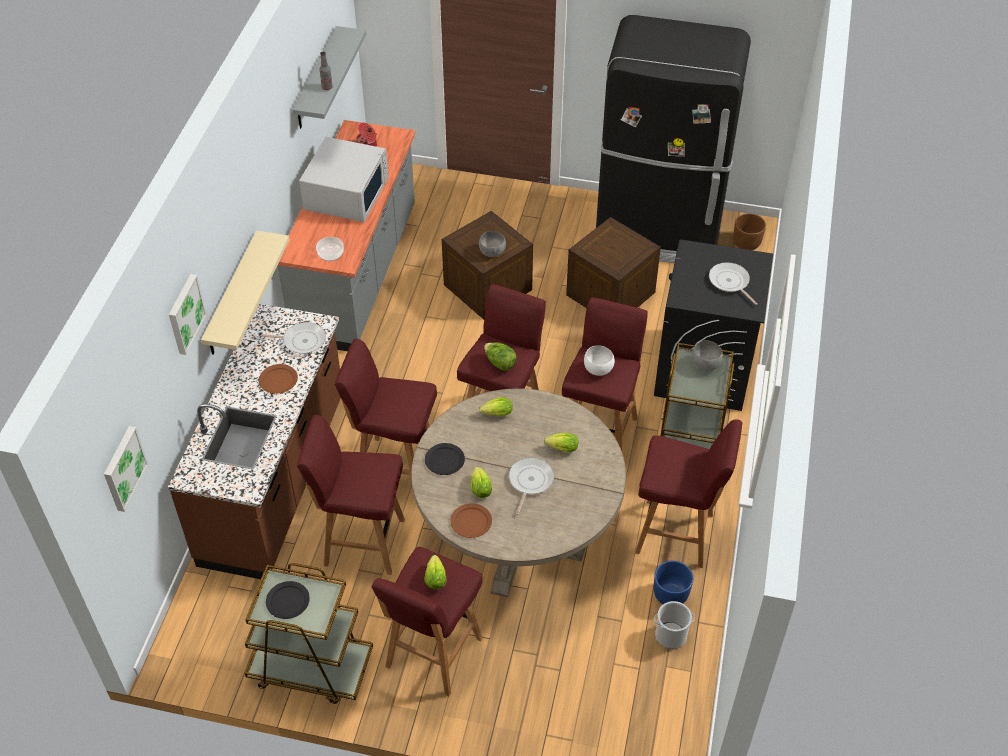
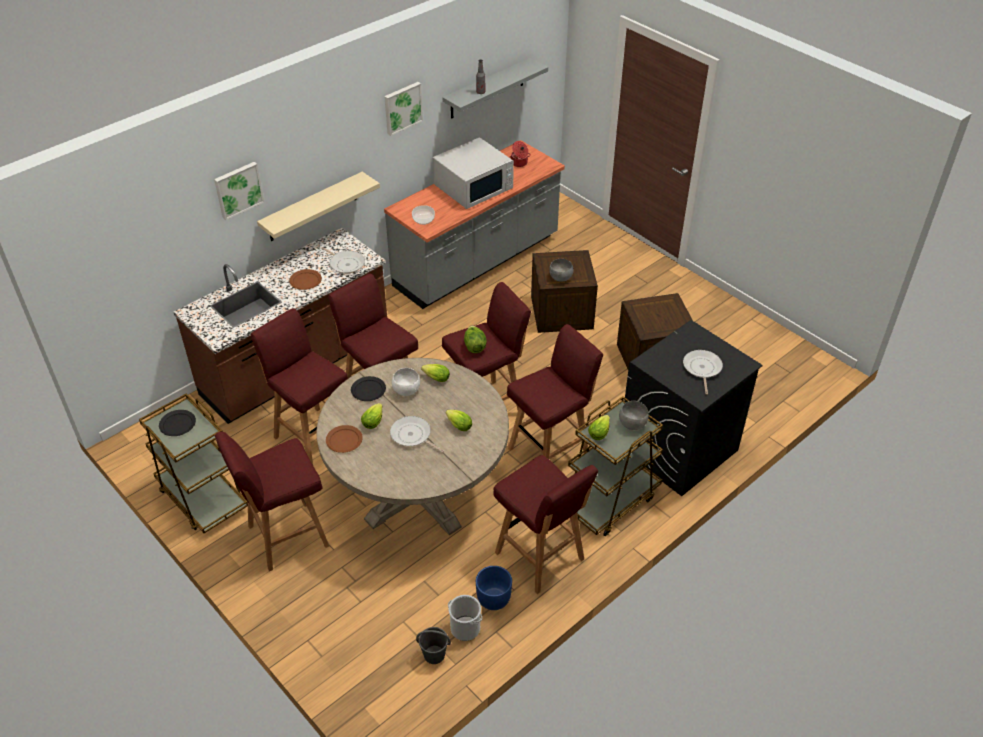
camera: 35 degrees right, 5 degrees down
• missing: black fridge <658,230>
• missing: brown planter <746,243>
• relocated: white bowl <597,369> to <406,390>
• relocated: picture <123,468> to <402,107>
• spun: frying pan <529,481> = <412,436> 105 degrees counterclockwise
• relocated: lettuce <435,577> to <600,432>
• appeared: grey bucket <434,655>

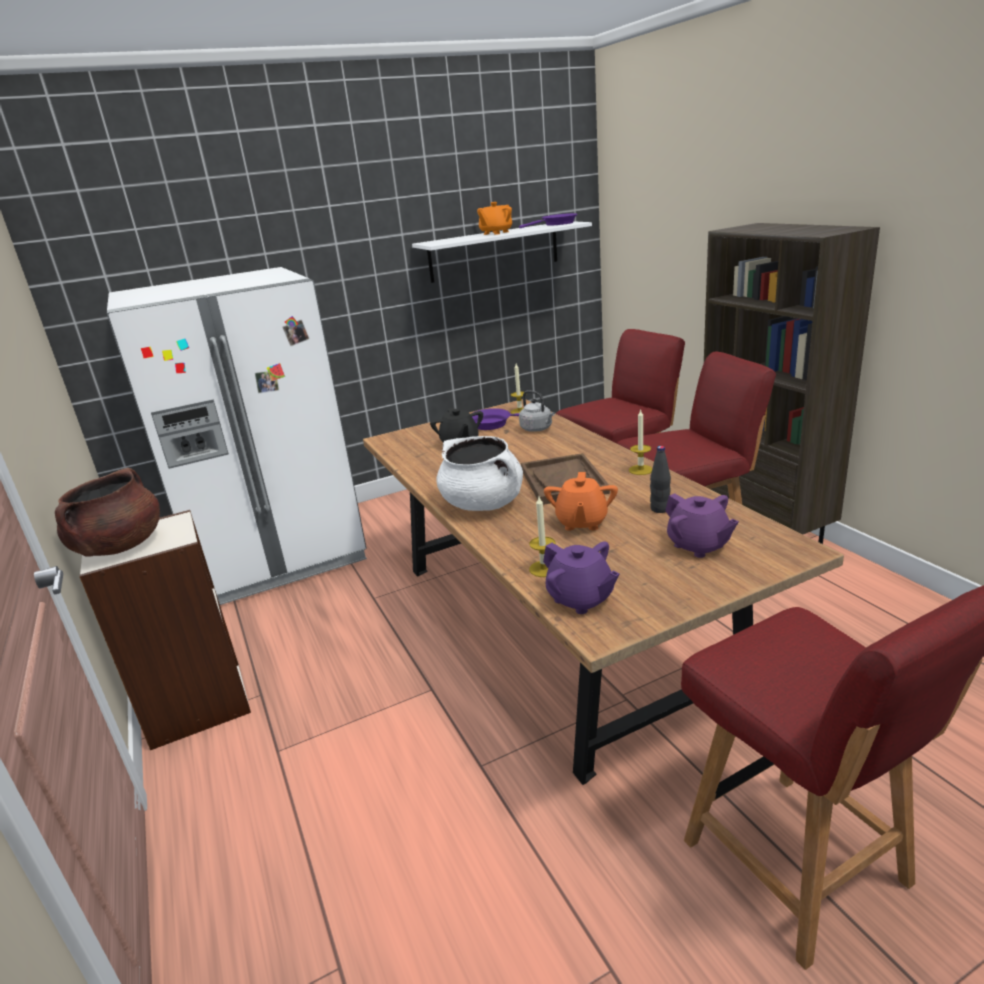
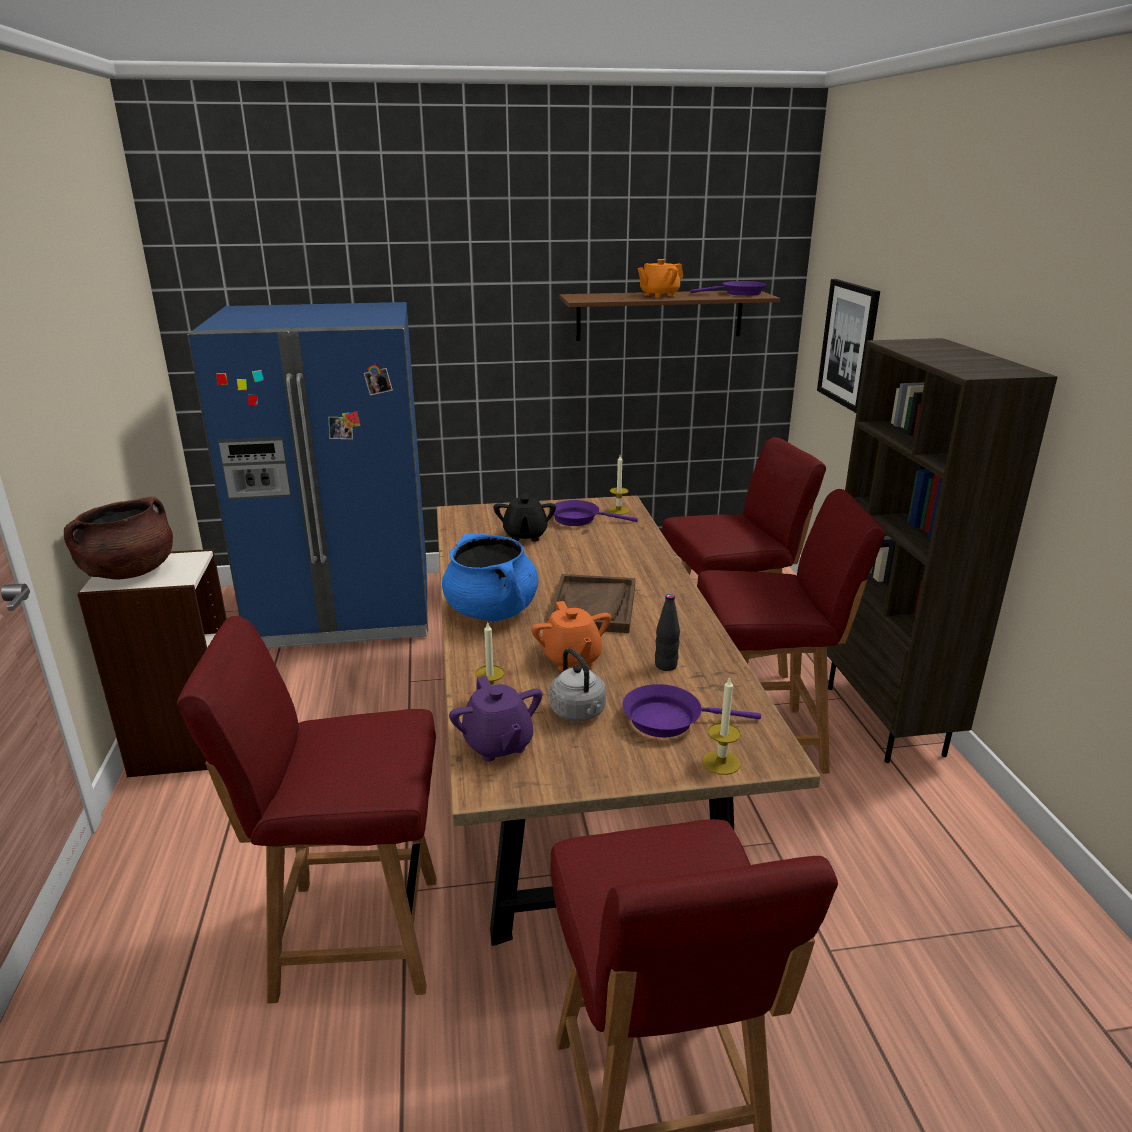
camera: 15 degrees right, 0 degrees up
• colour: white shelf <494,251> to brown shelf <659,315>
• colour: white fridge <277,557> to blue fridge <344,611>
• relocated: grey kettle <537,429> to <579,713>
• relocated: candle <640,470> to <721,762>
• colour: white cooking pot <483,504> to blue cooking pot <492,611>
• spun: orange teapot <581,522> = <571,659> 45 degrees counterclockwise
• exchanged: purple teapot <698,545> to purple frying pan <669,719>
• appeared: picture <848,344>
• appeared: red chair <352,935>

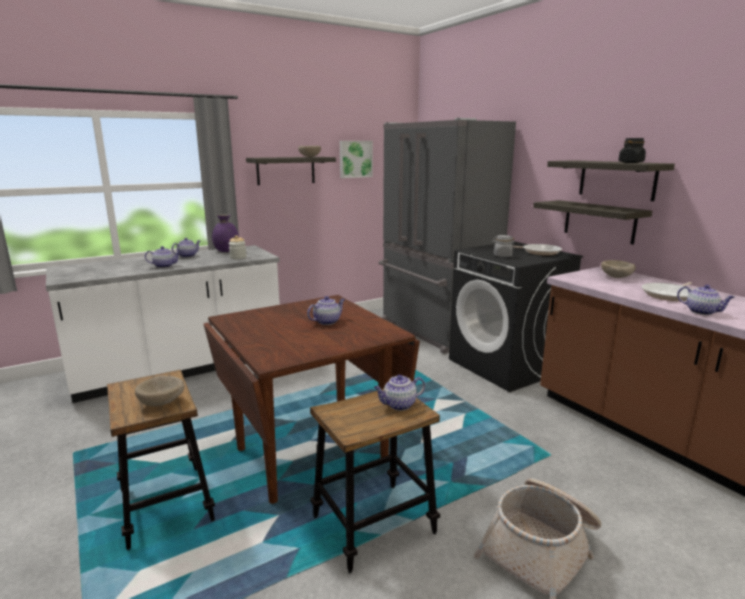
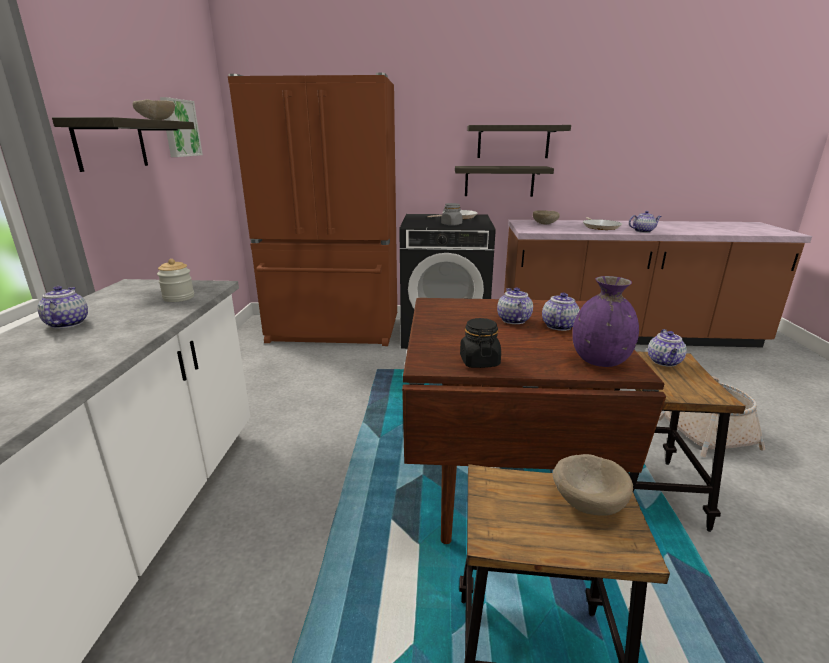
camera: 55 degrees left, 5 degrees up
• colour: grey fridge <434,330> to brown fridge <334,331>
• relocated: black jar <631,162> to <479,361>
• relocated: purple vase <226,251> to <600,361>
• relocated: teapot <165,266> to <558,326>

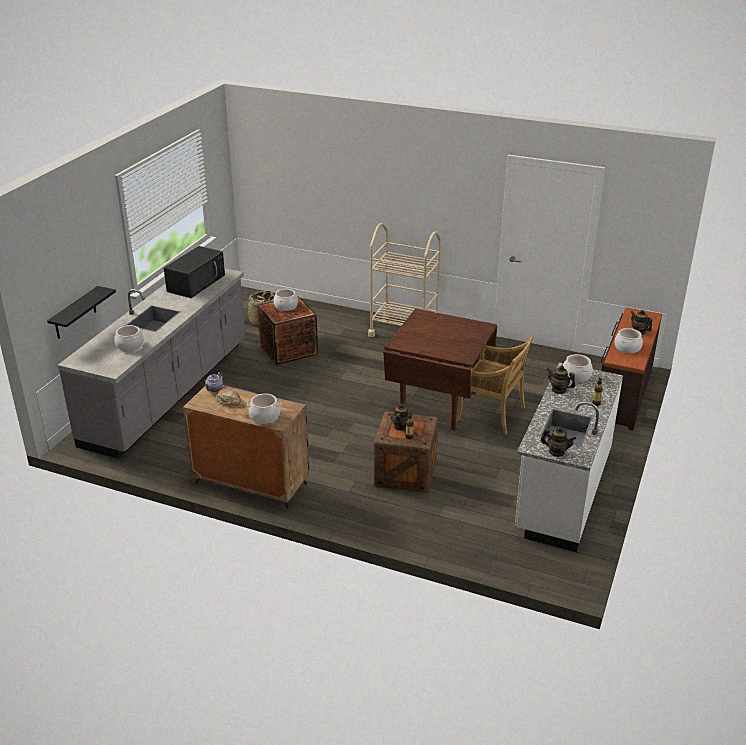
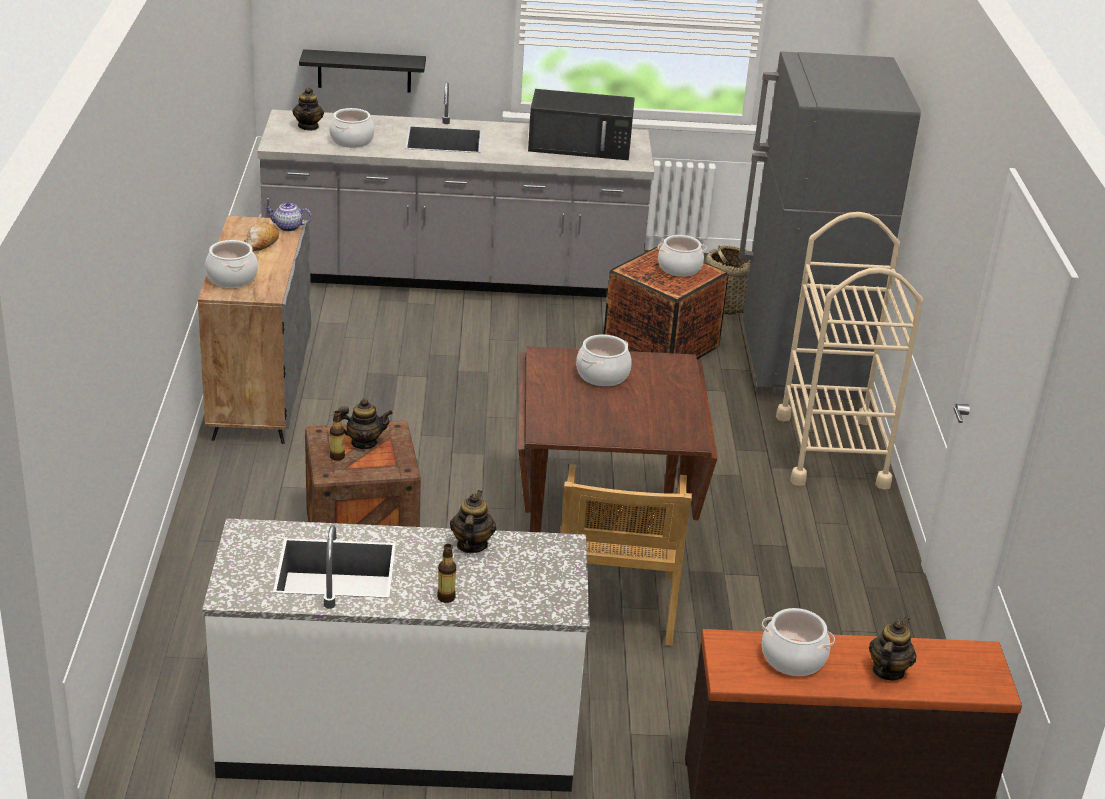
camera: 65 degrees right, 0 degrees up
• relocated: cooking pot <576,376> to <602,375>
• relocated: teapot <556,452> to <308,126>
• appeared: grey fridge <800,365>

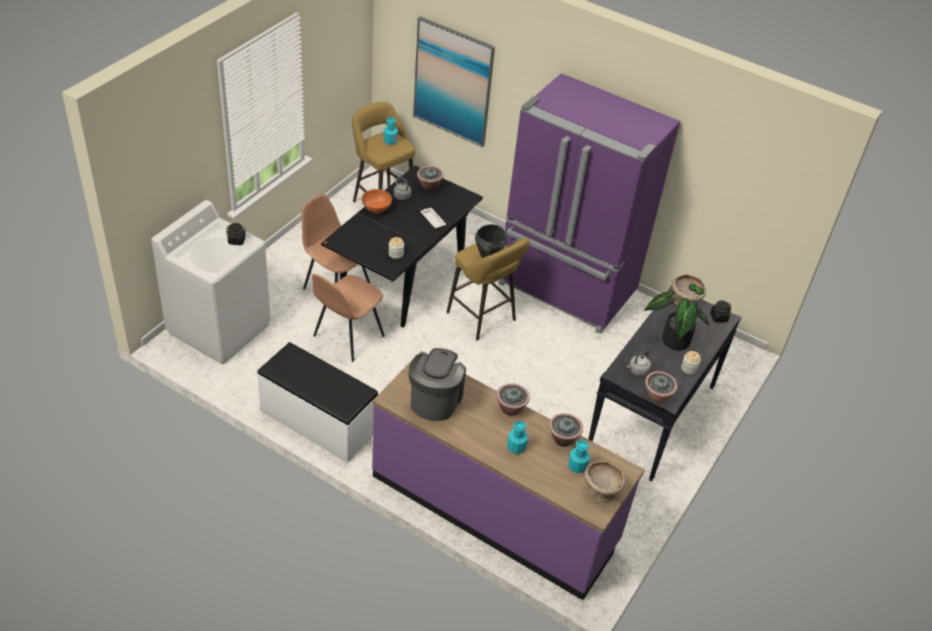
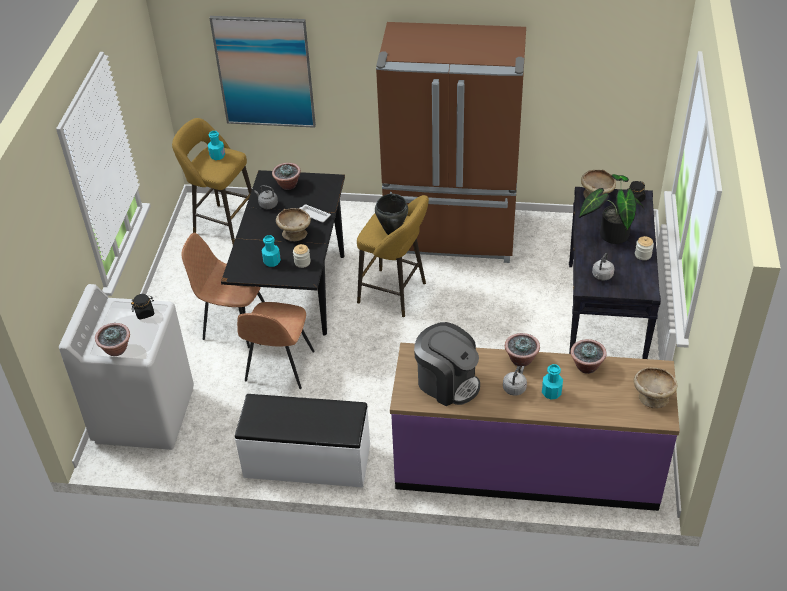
camera: 20 degrees left, 0 degrees up
• colour: purple fridge <566,289> to brown fridge <451,235>
• missing: orange bowl <376,209>
• spun: coffee machine <435,399> = <447,382> 135 degrees clockwise
• relocated: potted plant <657,396> to <116,350>
• relocated: turquoise bottle <577,466> to <272,261>
• appeared: beige bowl <294,234>
• appeared: grey kettle <515,387>

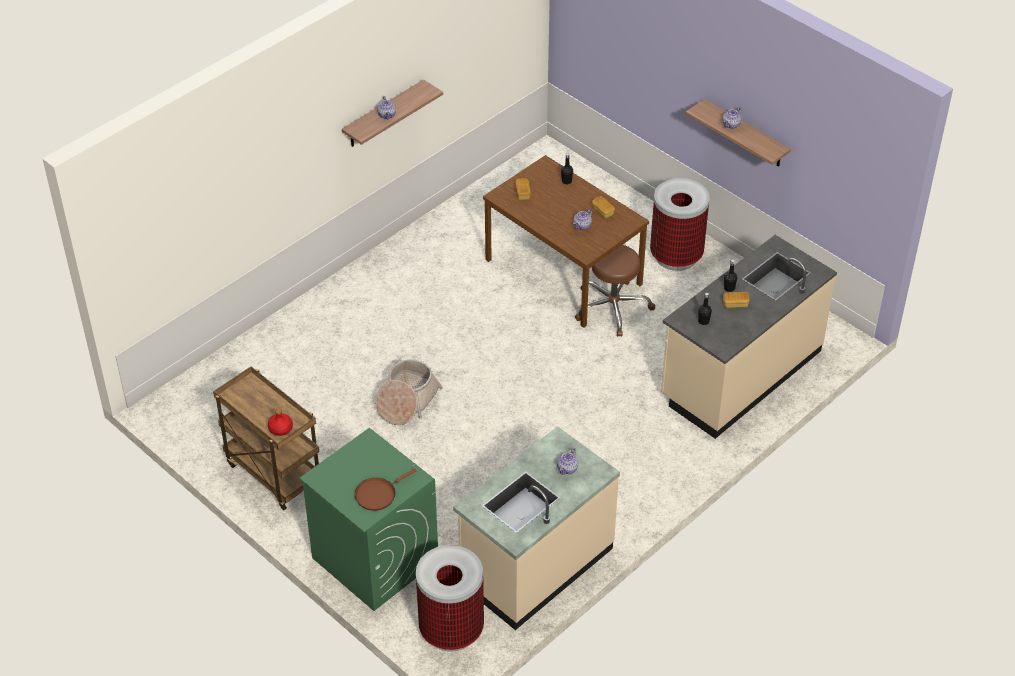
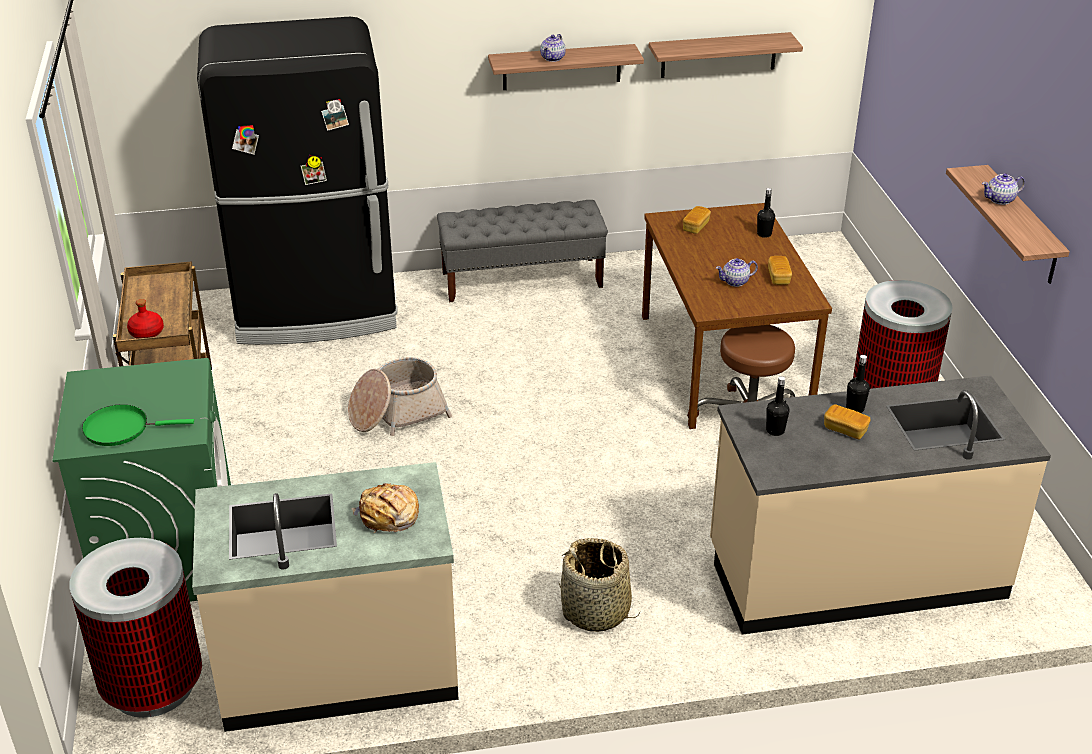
camera: 35 degrees right, 10 degrees down
• exchanged: teapot <567,468> to bread <388,516>
• colour: brown frying pan <377,494> to green frying pan <121,429>
• appeared: black fridge <316,310>
• appeared: shelf <718,55>
• appeared: grey bench <522,279>
• appeared: basket <596,611>

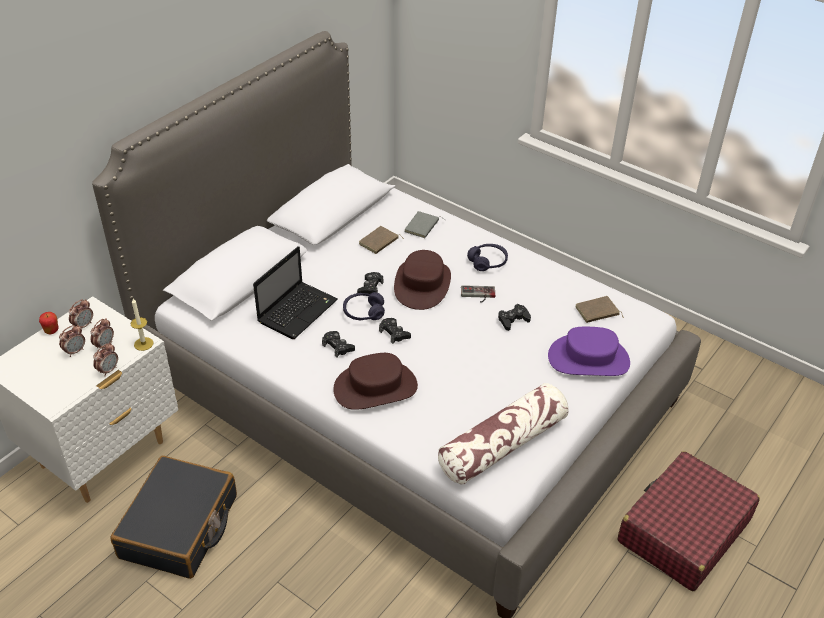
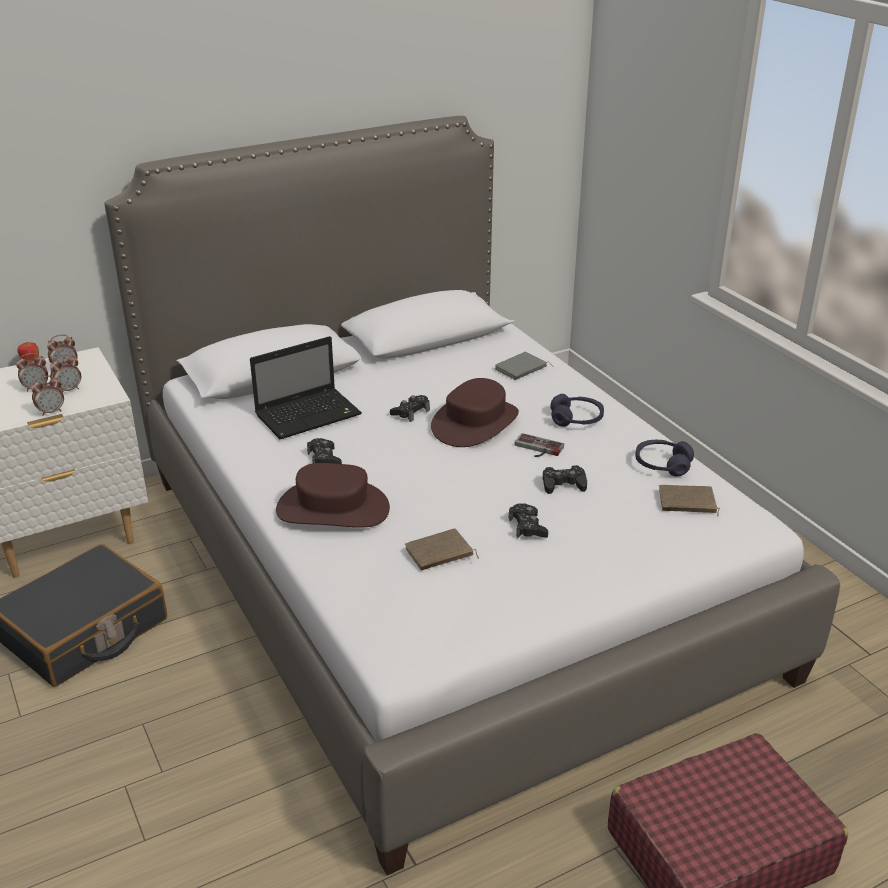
camera: 25 degrees right, 10 degrees down
• relocated: brown book <379,242> to <439,554>
• relocated: purple headphones <363,312> to <662,465>
• missing: candle <143,344>
• relocated: black game controller <394,333> to <527,527>
• missing: purple hat <588,359>
• missing: pillow <503,444>

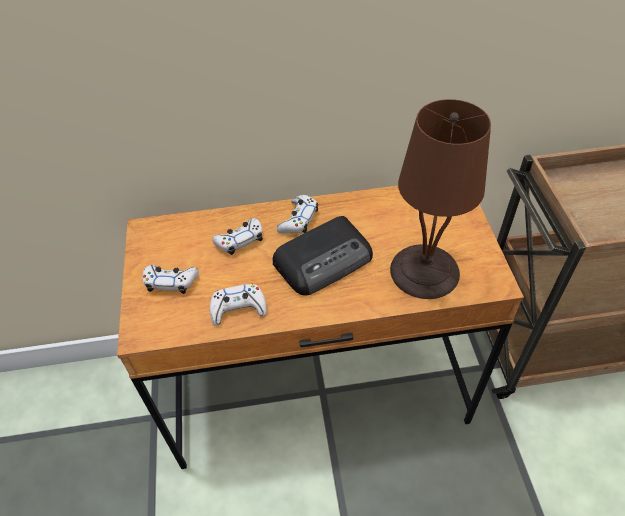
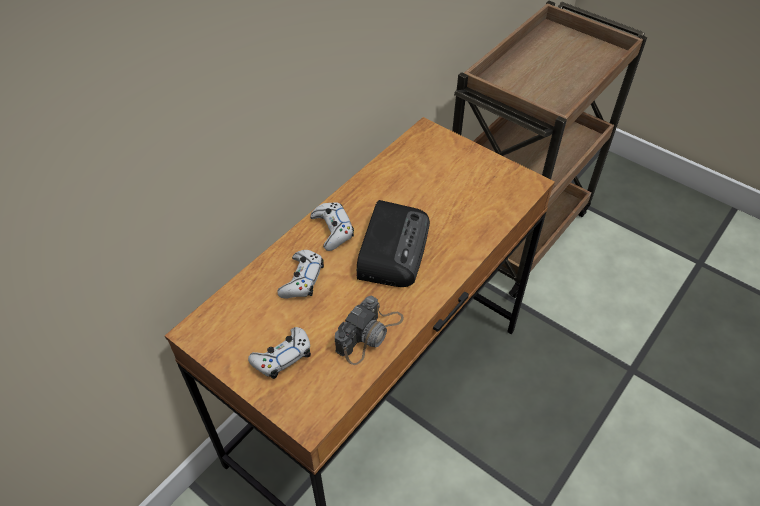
camera: 45 degrees left, 0 degrees up
• missing: brown table lamp <425,272>
• exchanged: white game controller <238,308> to photo camera <369,334>

